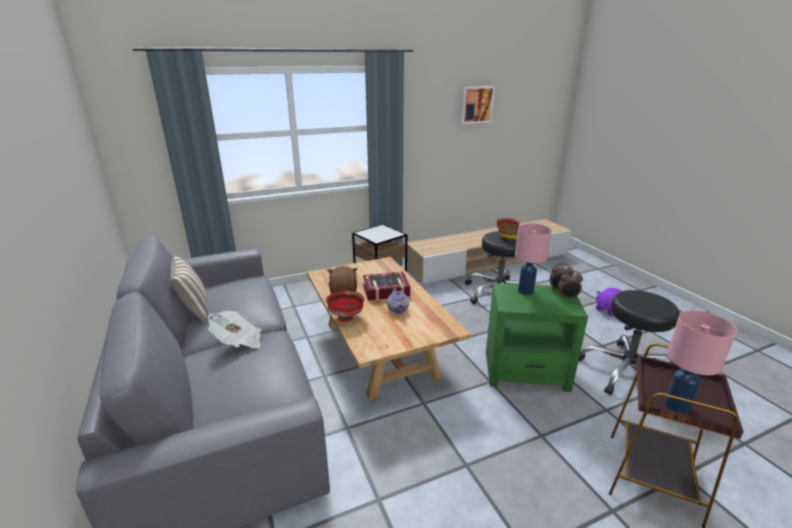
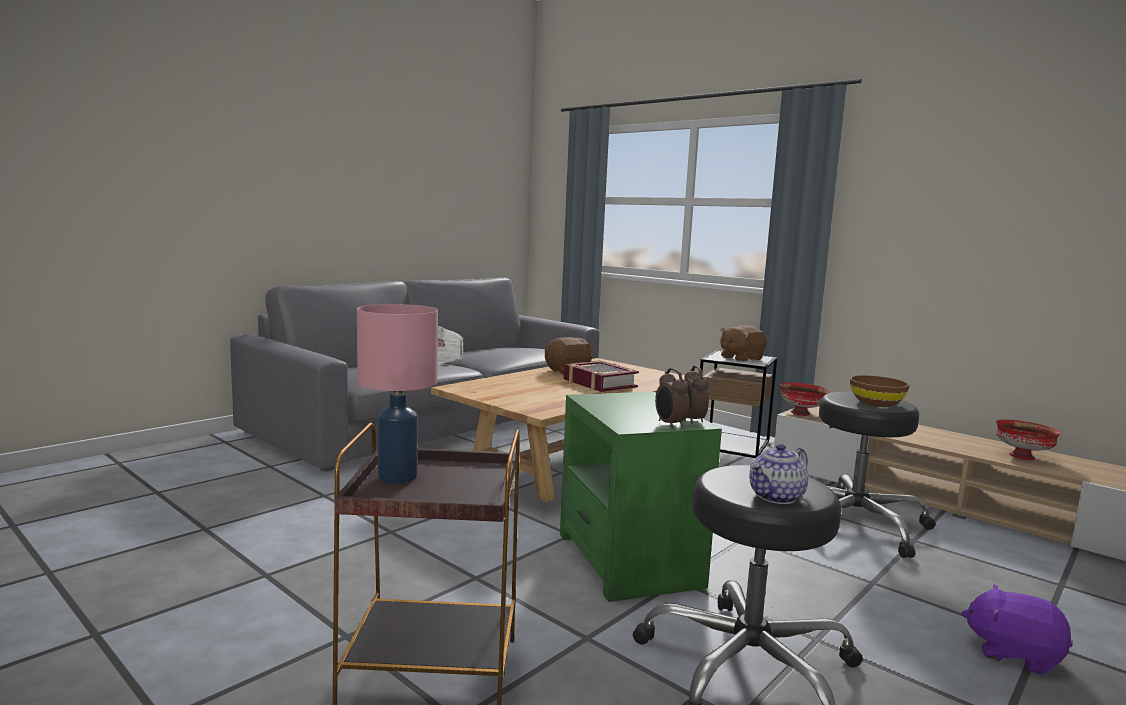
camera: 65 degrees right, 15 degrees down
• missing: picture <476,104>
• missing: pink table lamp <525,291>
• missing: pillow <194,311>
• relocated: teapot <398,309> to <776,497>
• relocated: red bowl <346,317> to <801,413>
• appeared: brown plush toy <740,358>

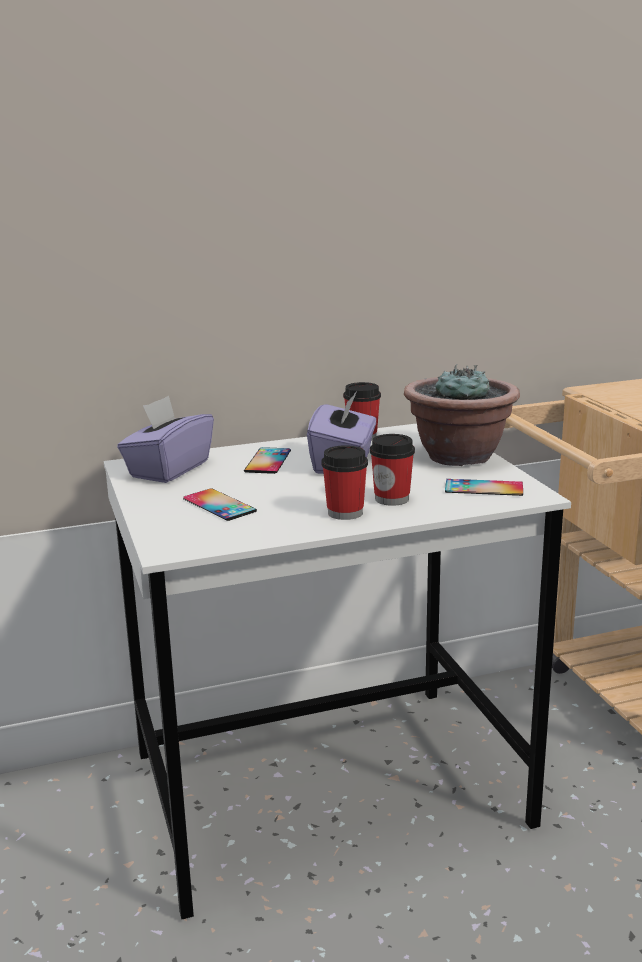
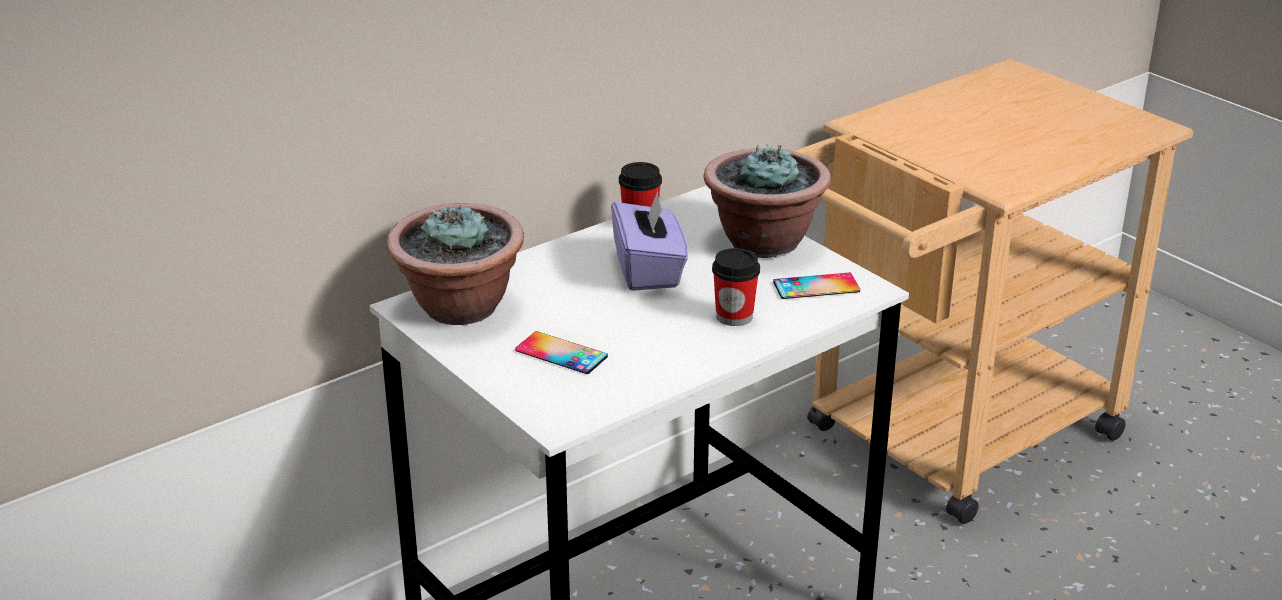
camera: 20 degrees left, 10 degrees up
• exchanged: purple tissue box <168,469> to potted plant <460,308>
• missing: cup <345,513>
• missing: phone <268,461>

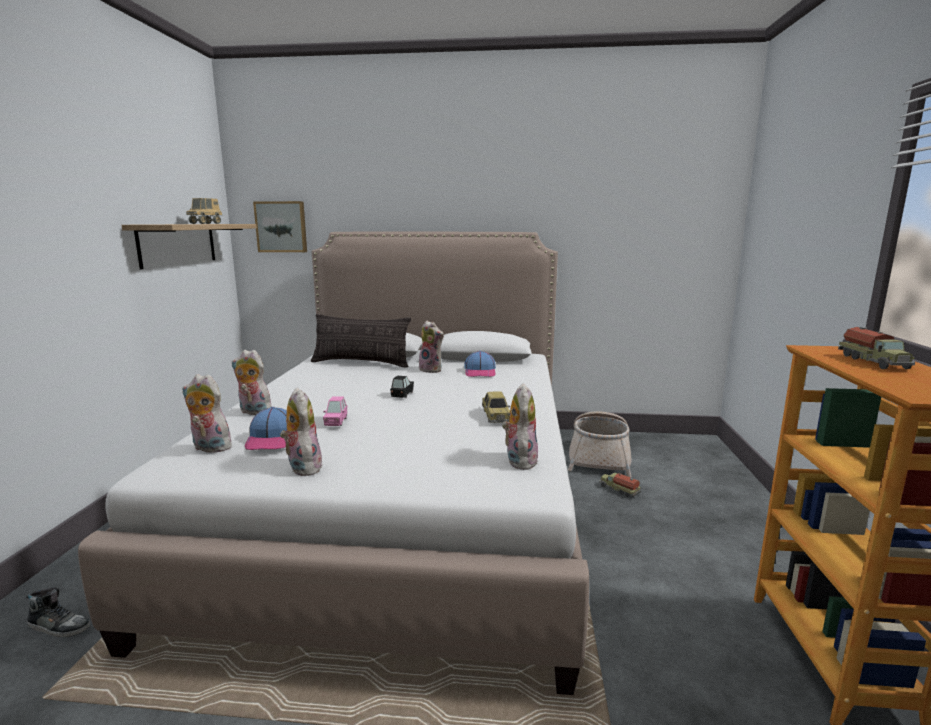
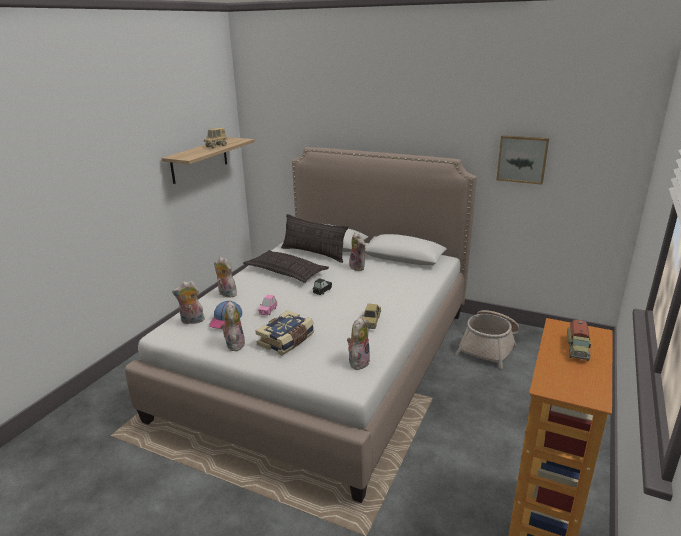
camera: 20 degrees right, 10 degrees up
• relocated: picture <281,227> to <522,159>
• missing: cap <480,372>
• spun: plush toy <209,448> = <192,321> 45 degrees counterclockwise
• missing: toy truck <618,490>
• missing: shoe <59,626>
• appeared: pillow <286,272>
• appeared: book <287,341>

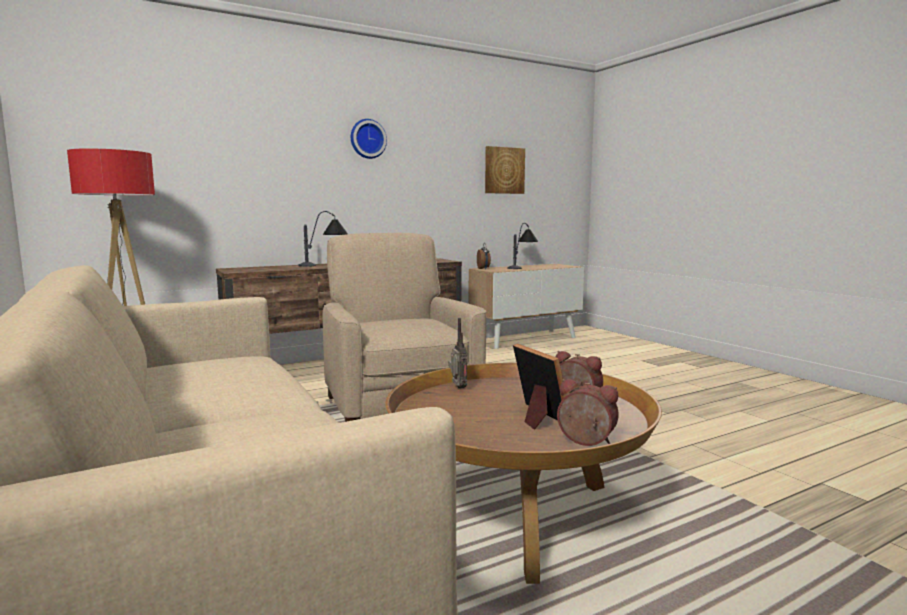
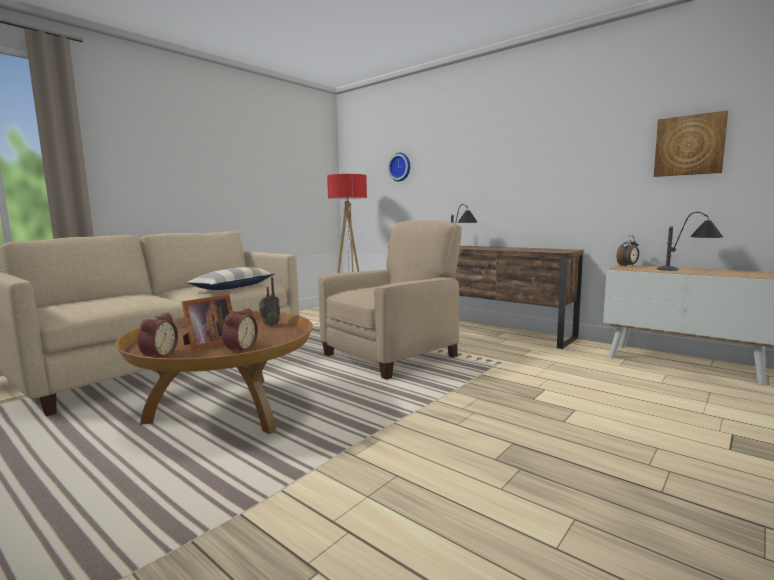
camera: 70 degrees right, 0 degrees up
• relocated: wall clock <367,139> to <400,167>
• appeared: pillow <233,287>

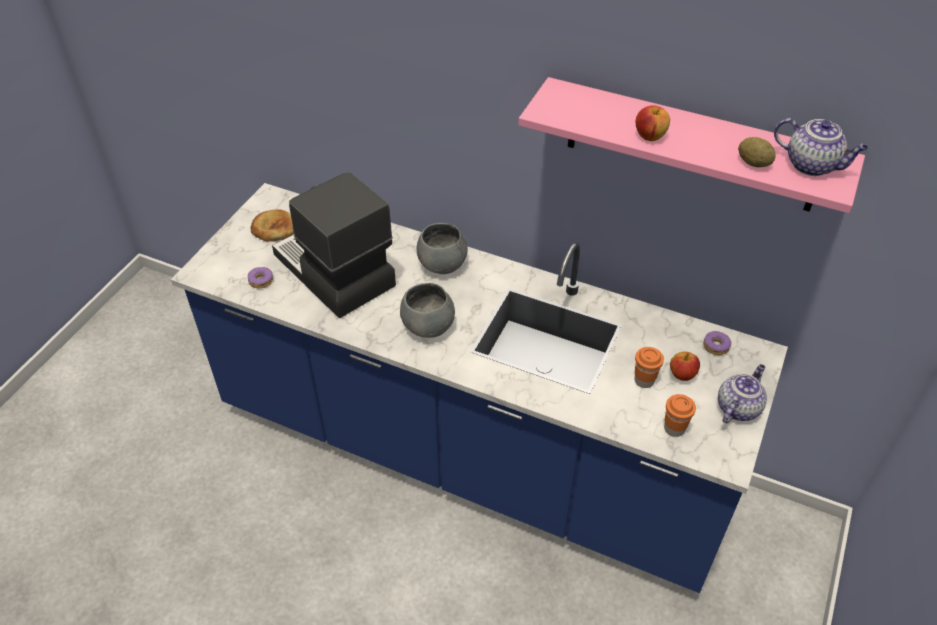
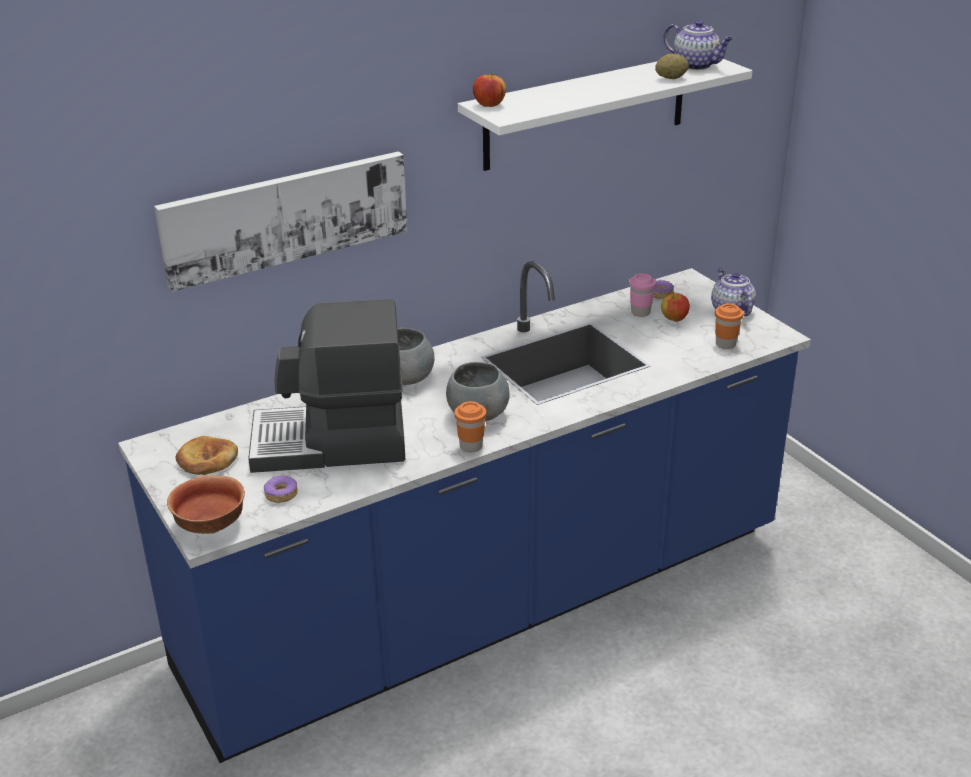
camera: 55 degrees left, 15 degrees down
• colour: pink shelf <691,146> to white shelf <586,111>
• relocated: apple <650,136> to <489,105>
• spun: teapot <812,165> = <696,65> 60 degrees clockwise
• relocated: orange cup <644,380> to <471,446>
• appeared: picture <285,217>
• appeared: pink cup <640,312>
• appeared: bowl <209,525>

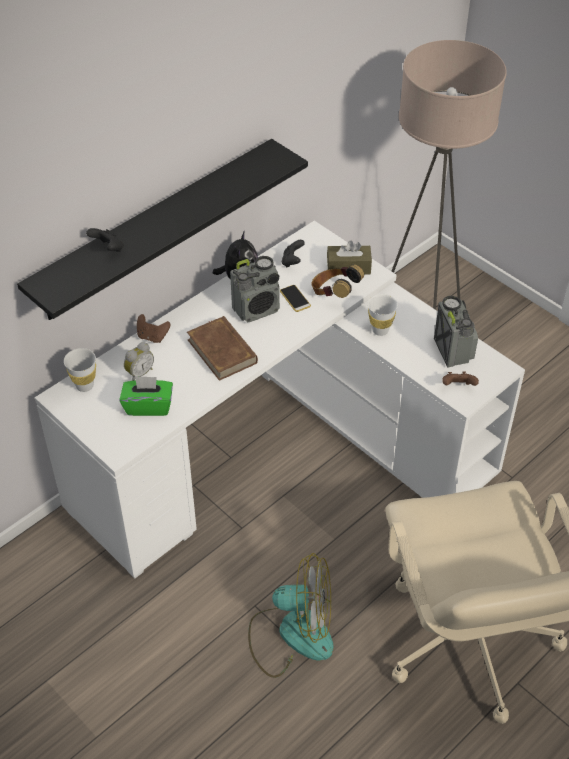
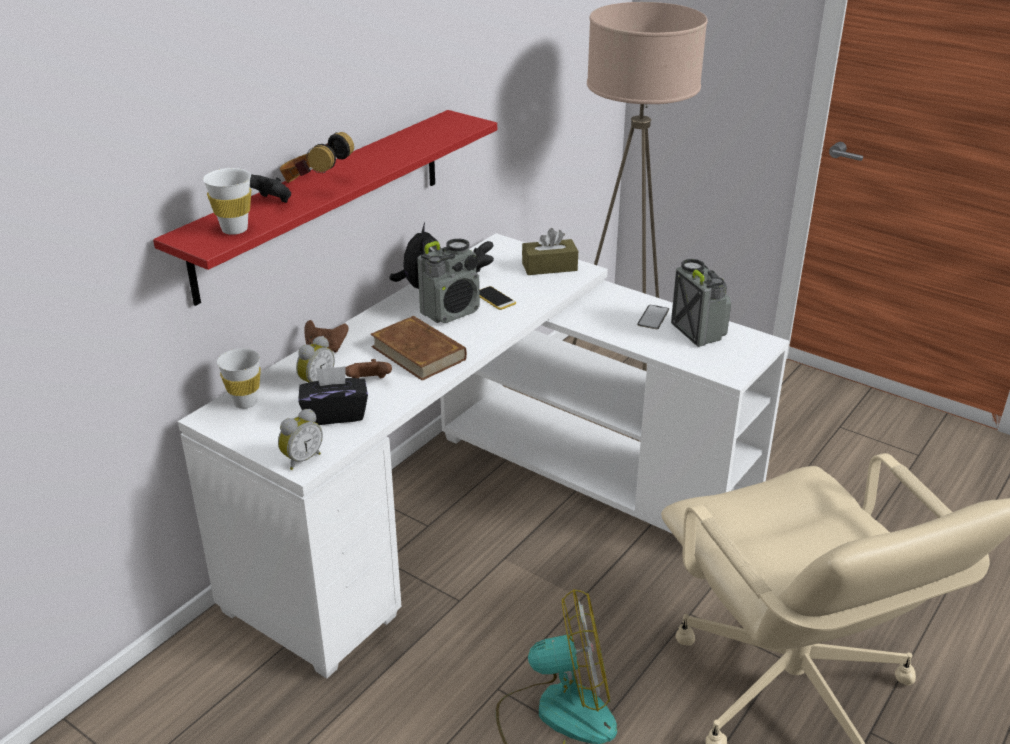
camera: 10 degrees left, 15 degrees down
• colour: black shelf <155,230> to red shelf <322,202>
• relocated: headphones <334,294> to <315,183>
• relocated: white cup <380,330> to <234,229>
• relocated: brown game controller <458,387> to <369,382>
• colour: green tissue box <148,406> to black tissue box <335,414>
• appeared: phone <653,317>
• appeared: alarm clock <301,459>

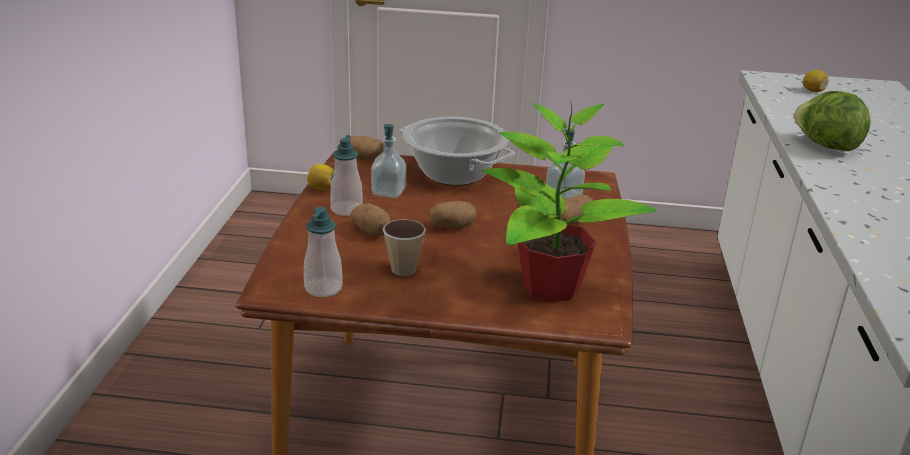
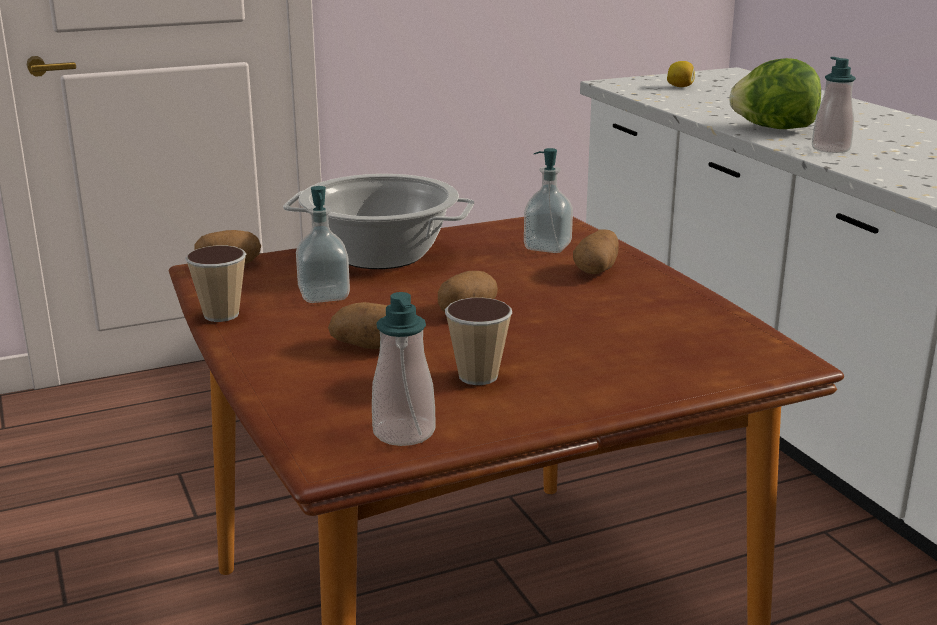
camera: 30 degrees left, 5 degrees down
• missing: potted plant <549,287>
• relocated: soap dispenser <346,209> to <830,149>
• exchanged: lemon <322,188> to cup <221,315>

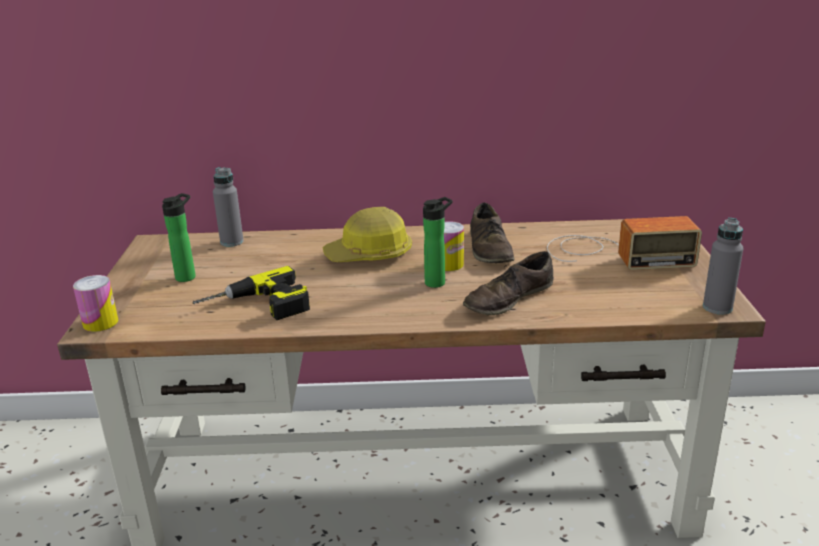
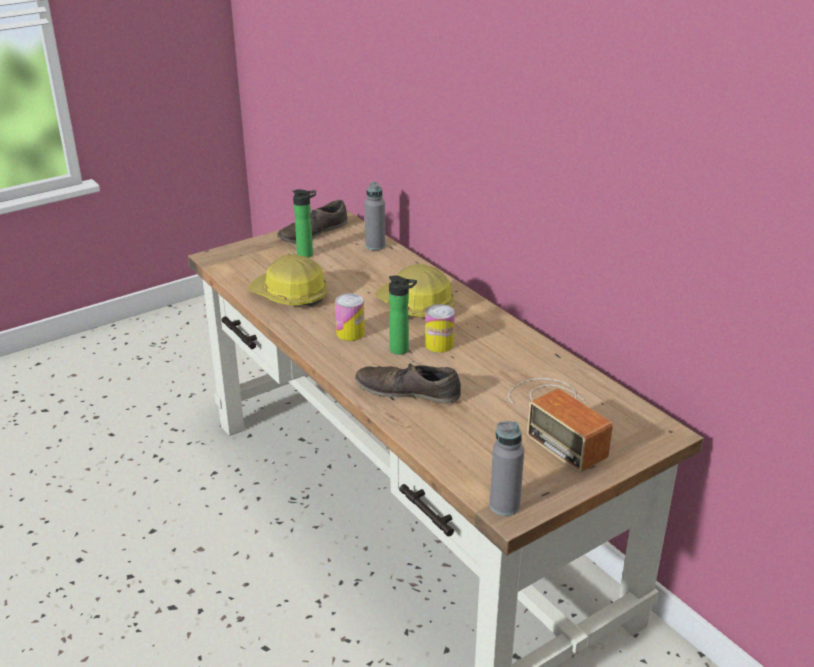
camera: 55 degrees right, 5 degrees up
• relocated: brown shoe <490,248> to <312,233>
• exchanged: power drill <256,307> to hard hat <290,296>
• relocated: can <100,323> to <350,333>

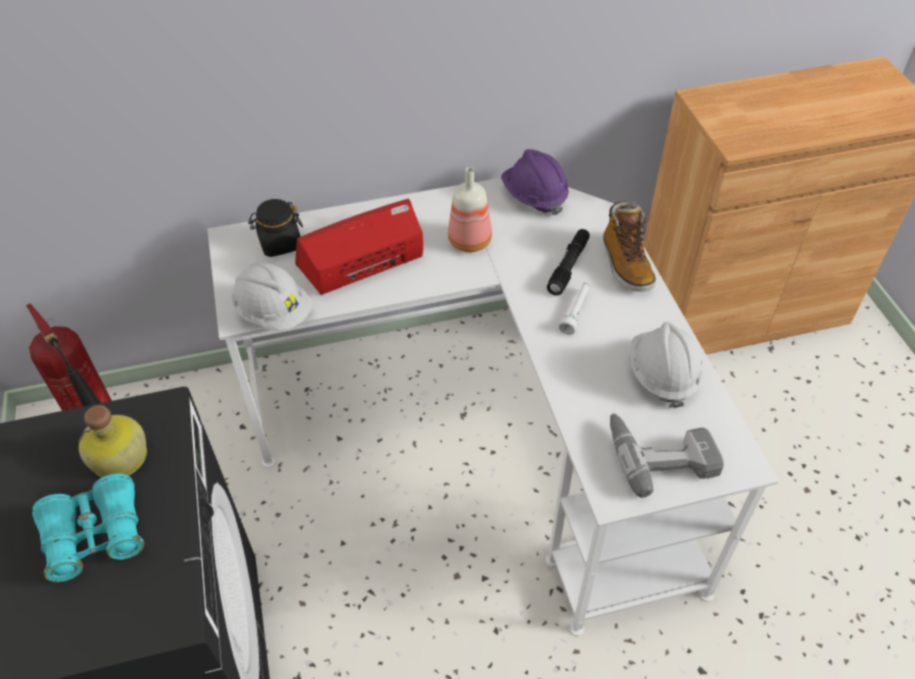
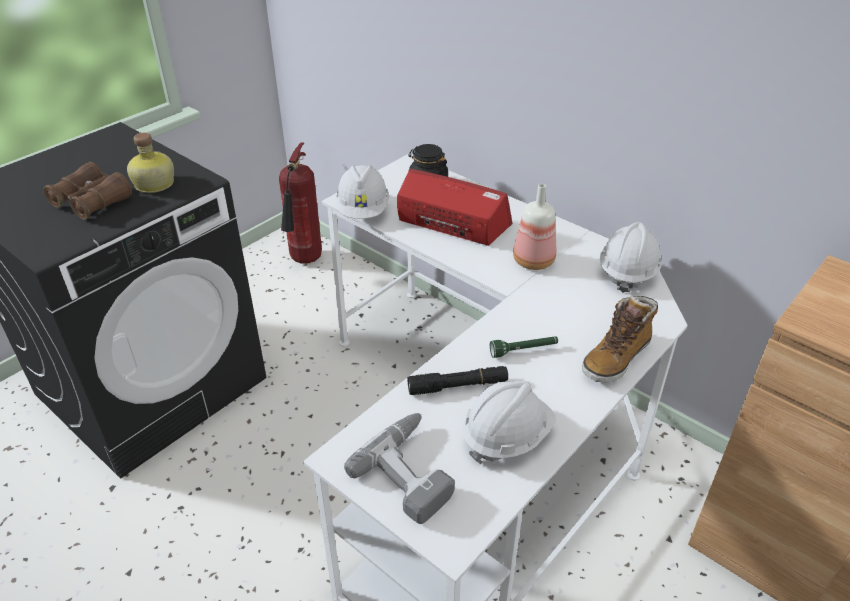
camera: 55 degrees right, 10 degrees down
• colour: purple hard hat <534,197> to white hard hat <627,272>
• relocated: black flashlight <568,266> to <458,386>
• colour: white flashlight <576,311> to green flashlight <524,350>
• colour: turquoise binoculars <95,536> to brown binoculars <92,202>

